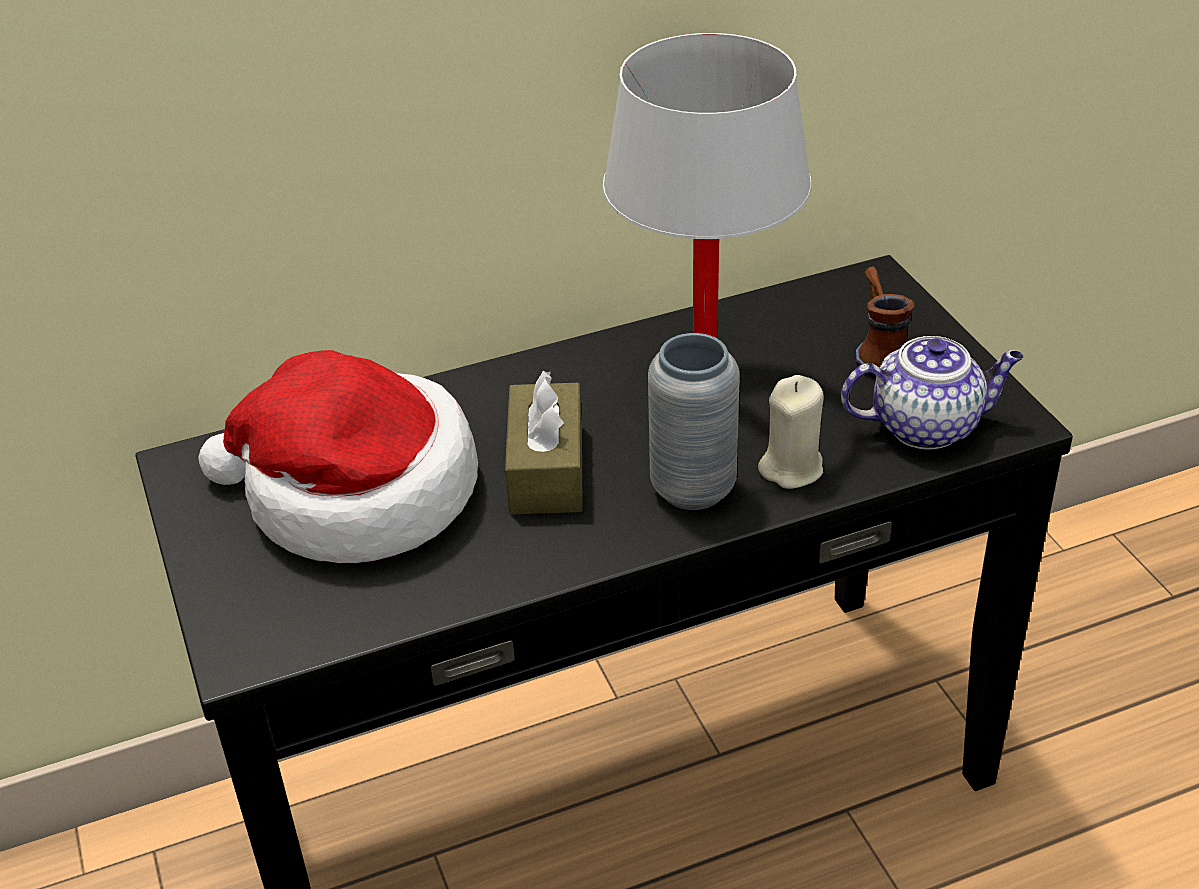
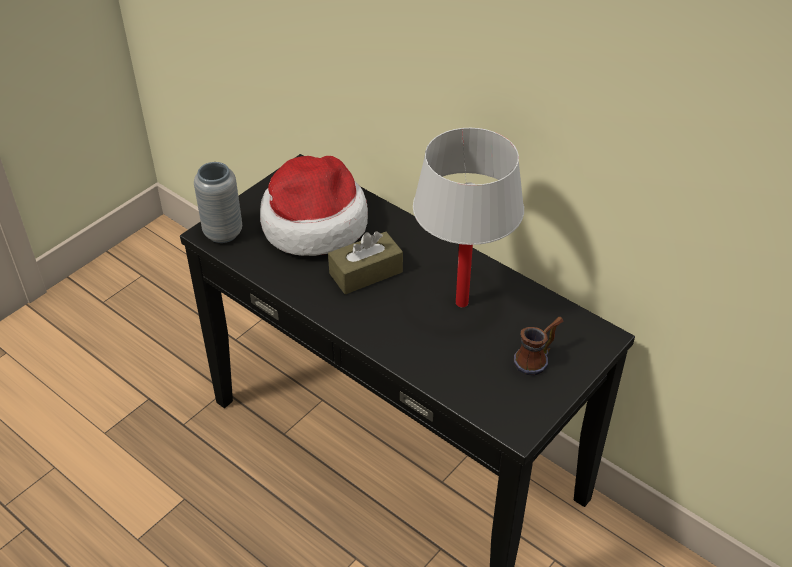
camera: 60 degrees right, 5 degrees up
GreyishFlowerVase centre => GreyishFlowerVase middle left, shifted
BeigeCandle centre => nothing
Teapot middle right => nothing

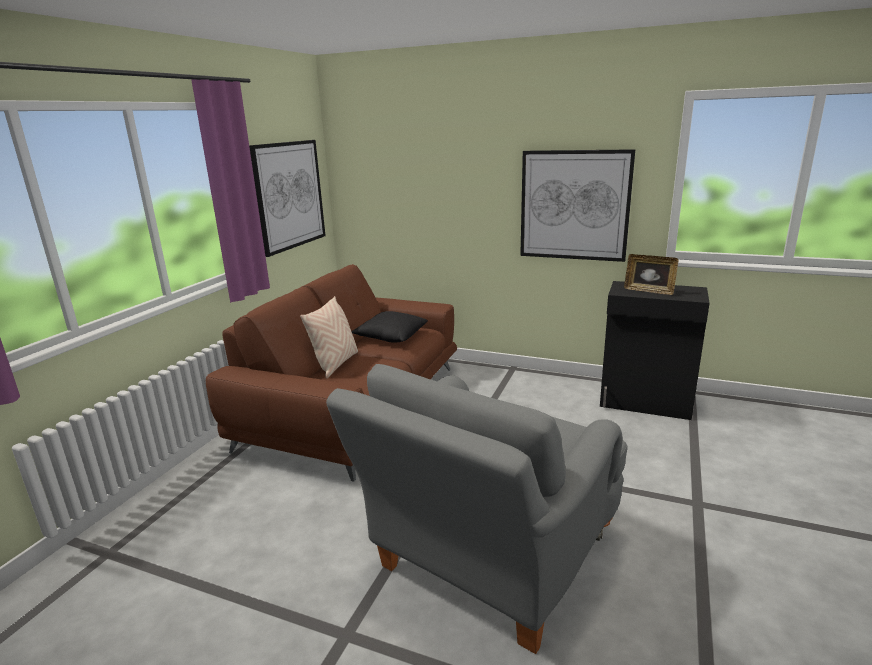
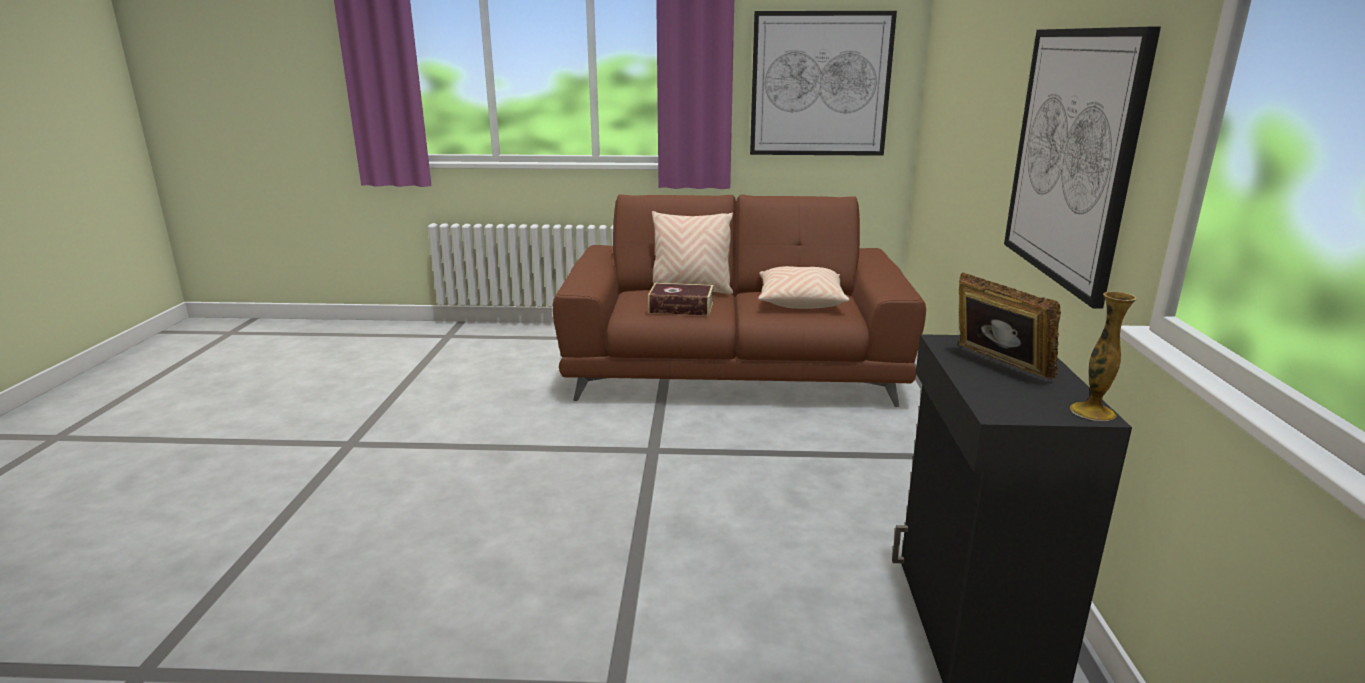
camera: 70 degrees right, 0 degrees up
nothing => Book centre
BlackColouredThrowPillow centre => BeigeThrowPillow (no. 2 from left) centre
PictureFrame middle right, 135 degrees clockwise
nothing => FlowerVase middle right
GreyishArmchair bottom centre => nothing

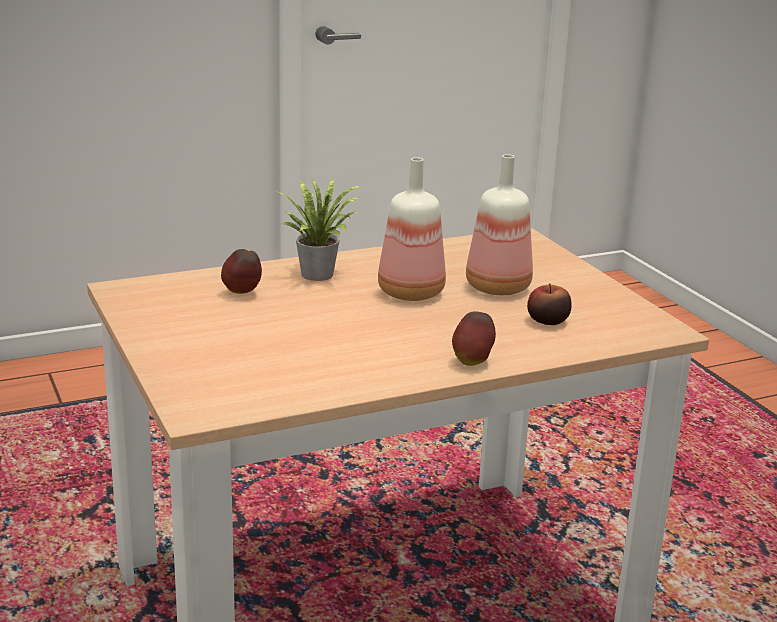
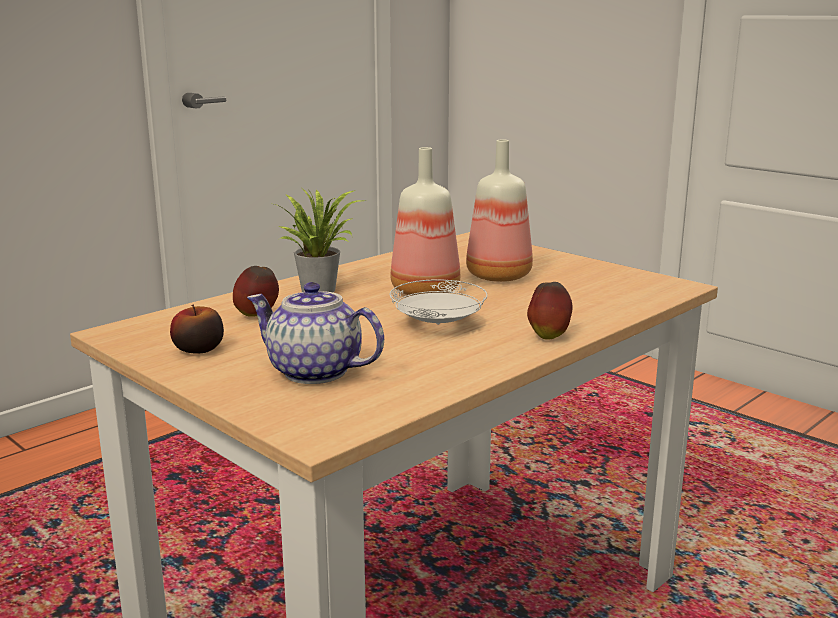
camera: 20 degrees left, 5 degrees down
Apple (no. 3 from left in the first image) middle right => Apple (no. 1 from left) middle left, shifted
nothing => Teapot centre
nothing => WhitishDinnerPlate centre

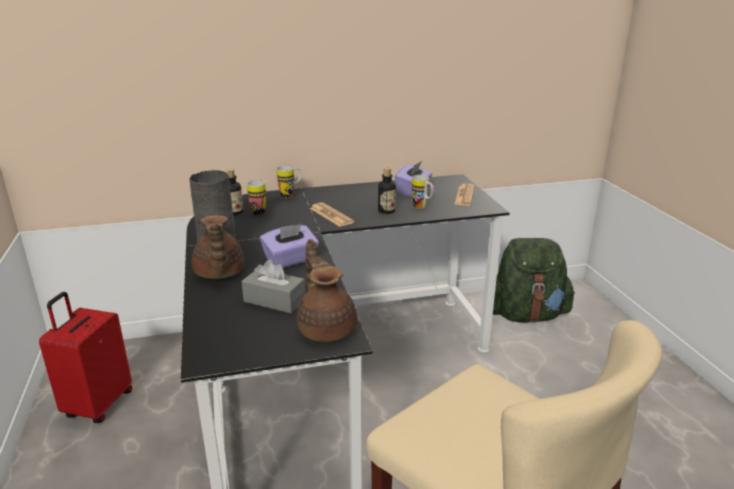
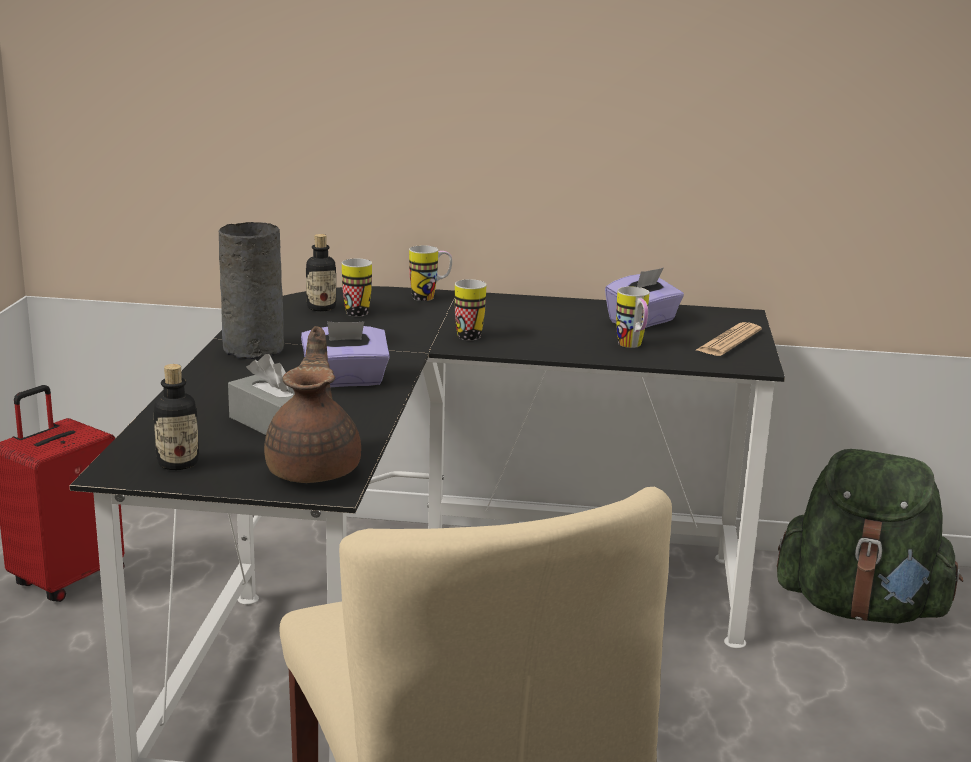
camera: 20 degrees right, 5 degrees down
DrinkBottle (no. 2 from left in the first image) centre => DrinkBottle (no. 1 from left) middle left, shifted
Newspaper (no. 1 from left) centre => CoffeeMug (no. 3 from left) centre
BrownColouredTeapot (no. 1 from left) middle left => nothing

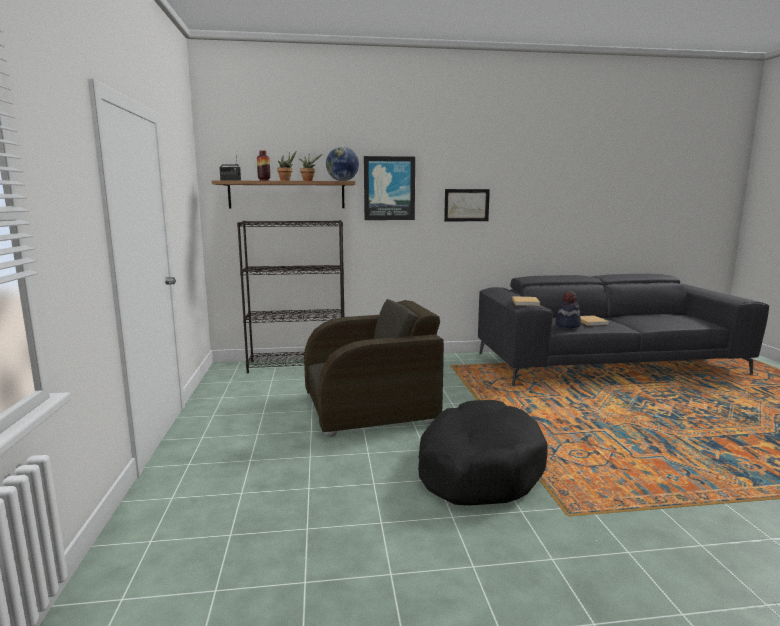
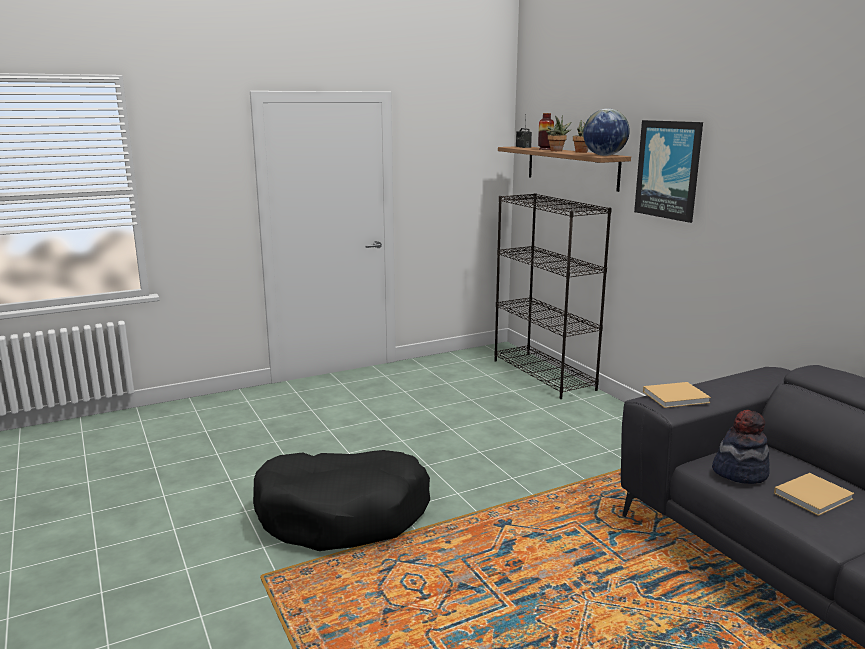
camera: 70 degrees right, 5 degrees up
BrownColouredArmchair centre => nothing
WallArt (no. 2 from left) top centre => nothing

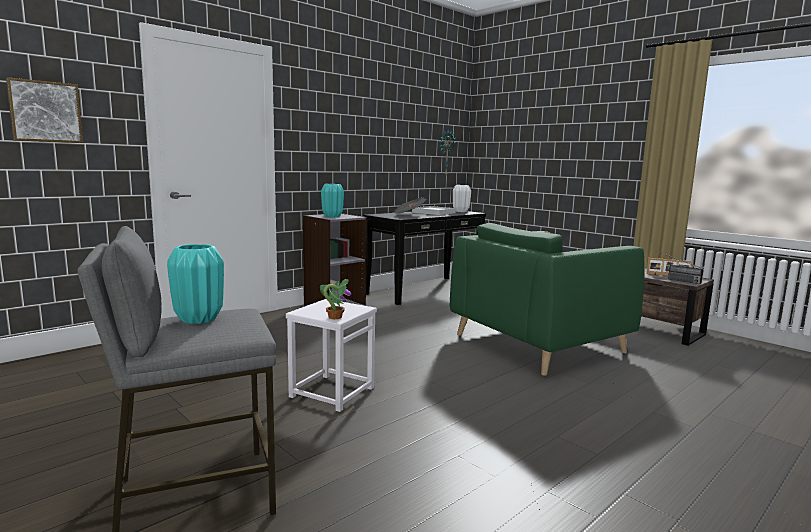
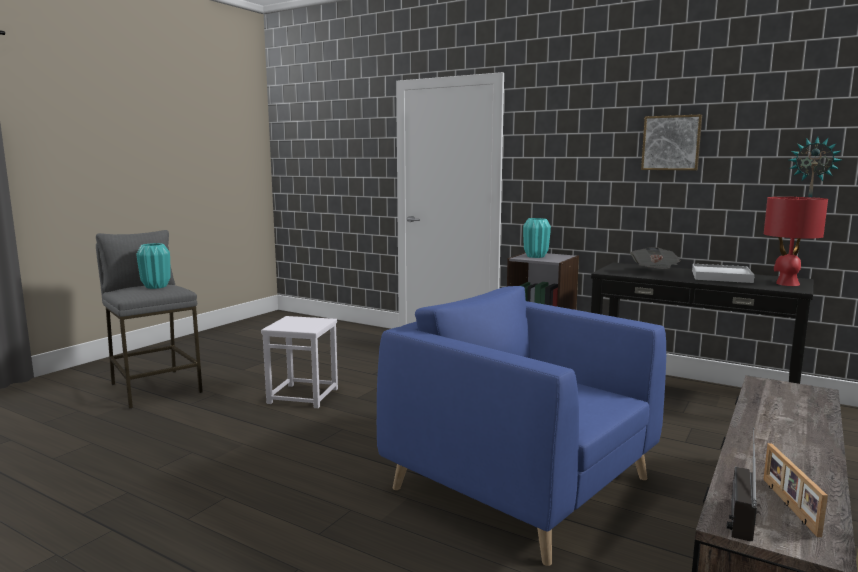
camera: 75 degrees right, 0 degrees up
GreenColouredArmchair middle right => BlueArmchair bottom centre
WallArt top left => WallArt top right, shifted
WhitishFlowerVase centre => RedColouredTabletopLamp middle right
PottedPlant centre => nothing

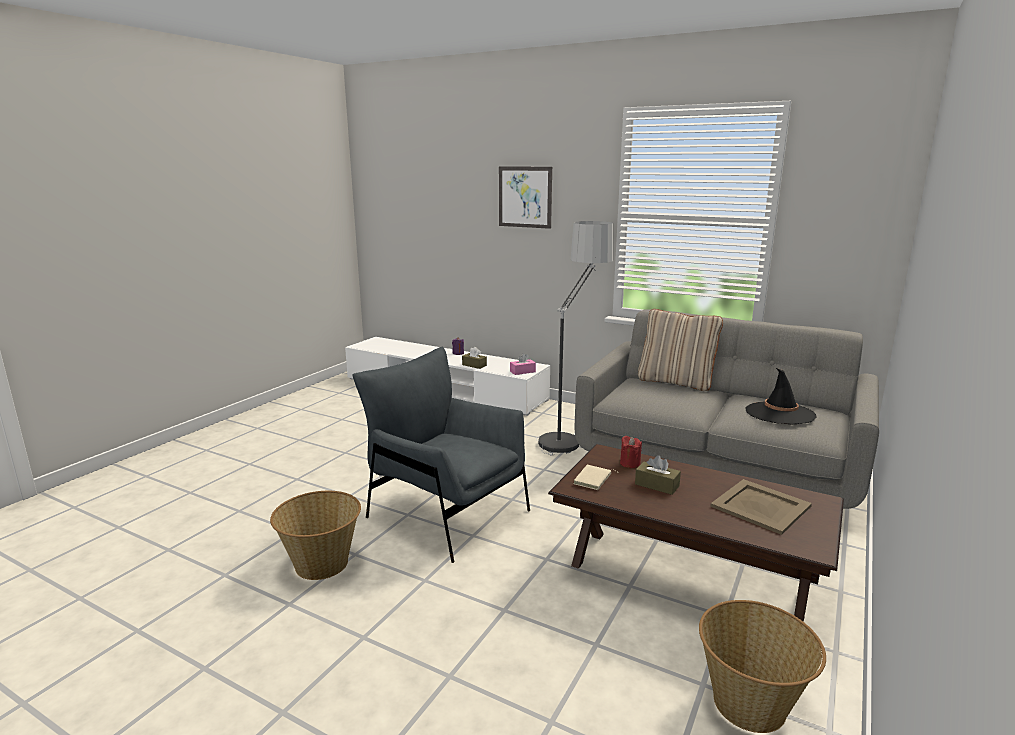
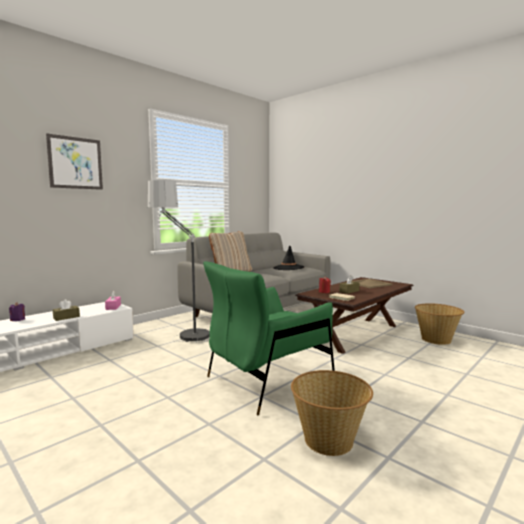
camera: 75 degrees left, 10 degrees down
GreyishArmchair centre => GreenColouredArmchair centre

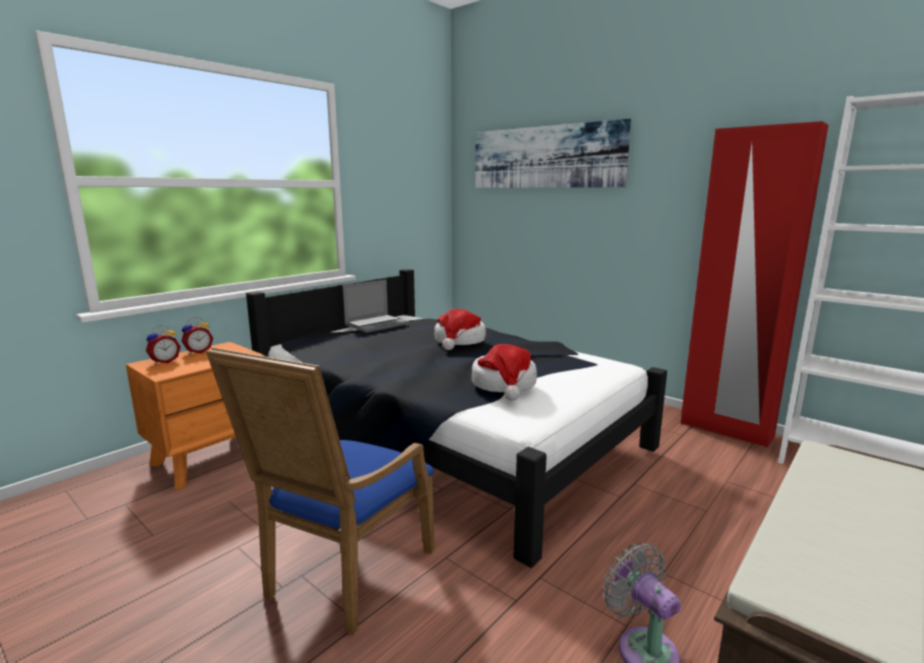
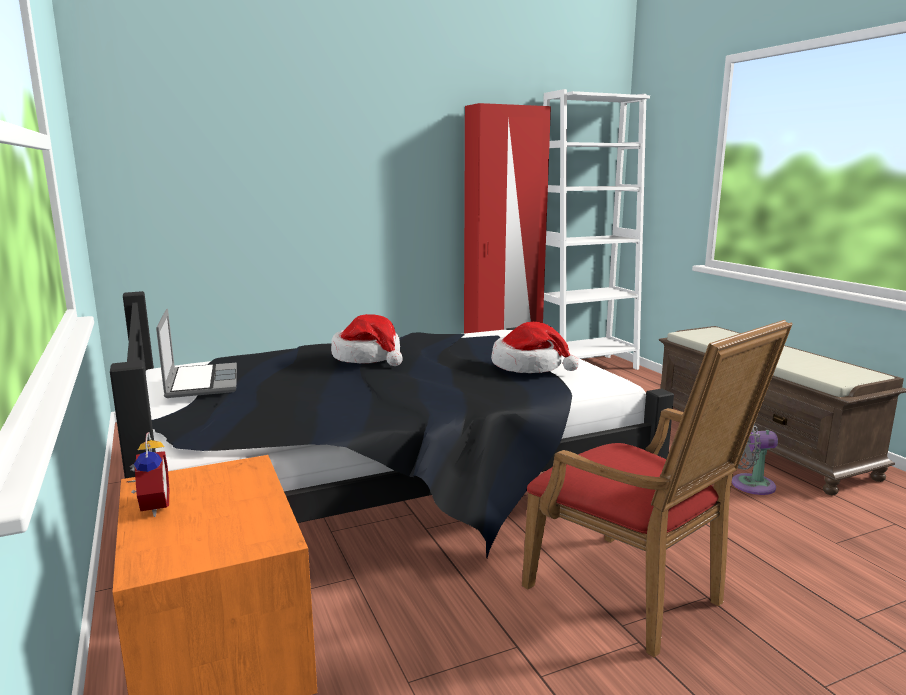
camera: 65 degrees left, 0 degrees up
BlueArmchair bottom centre => RedColouredArmchair bottom right
TableClock (no. 1 from left) middle left => nothing
WallArt top centre => nothing

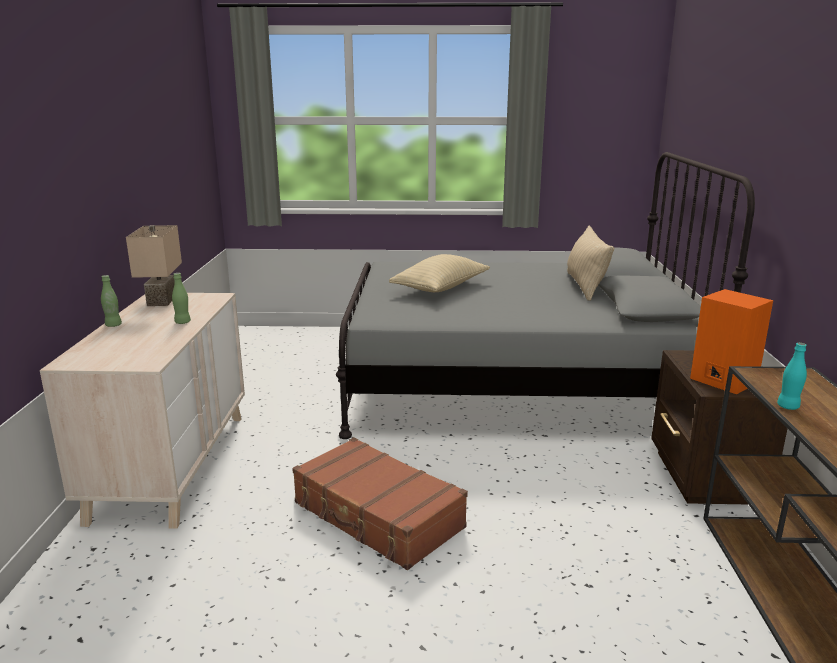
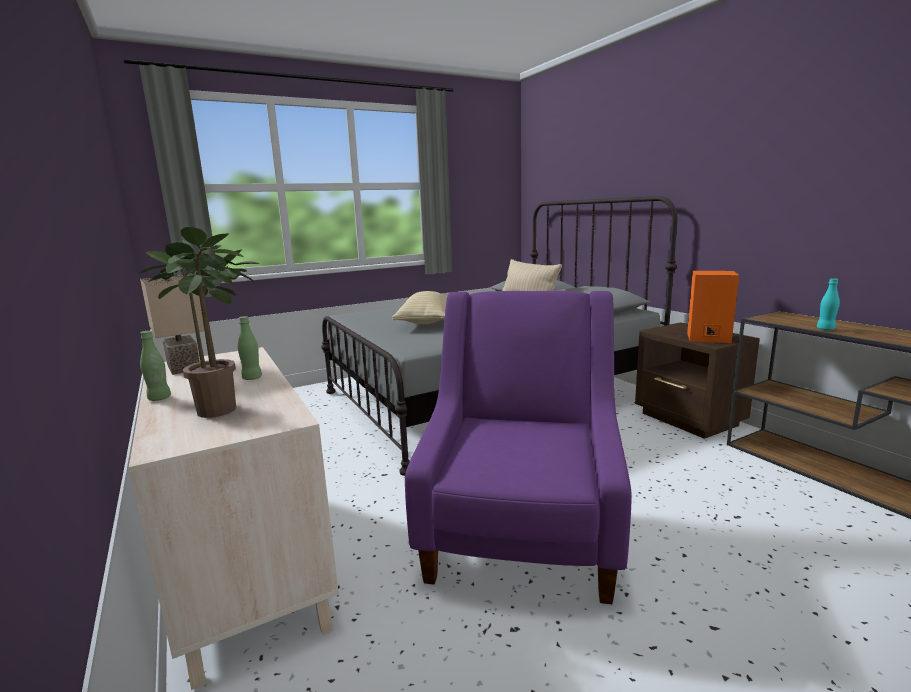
camera: 30 degrees left, 5 degrees down
nothing => PottedPlant middle left
BrownColouredSuitcase bottom centre => PurpleColouredArmchair centre

